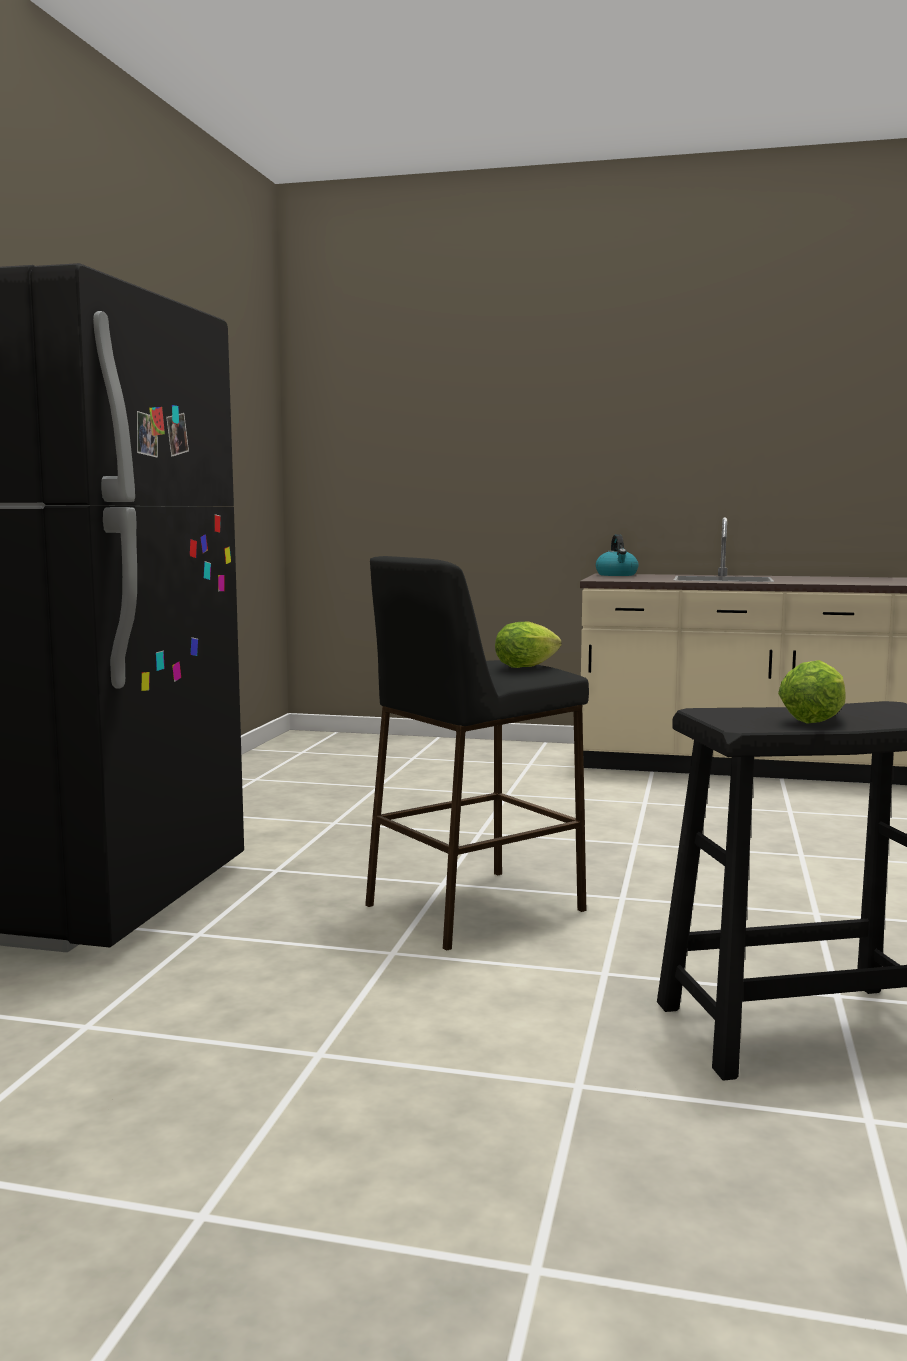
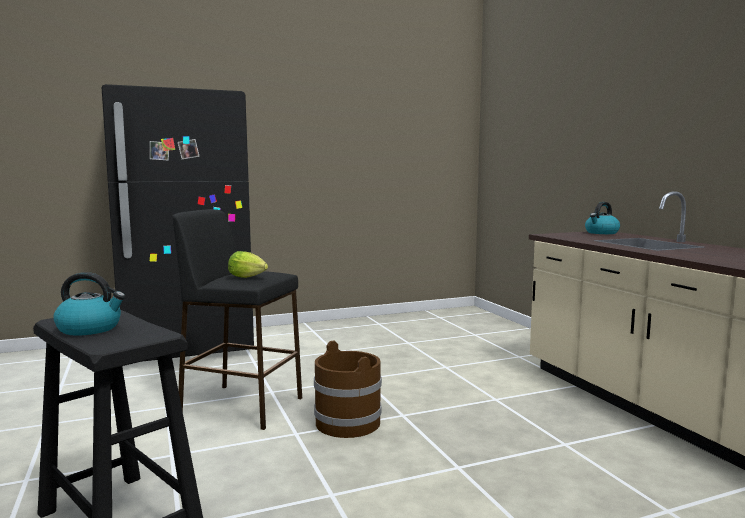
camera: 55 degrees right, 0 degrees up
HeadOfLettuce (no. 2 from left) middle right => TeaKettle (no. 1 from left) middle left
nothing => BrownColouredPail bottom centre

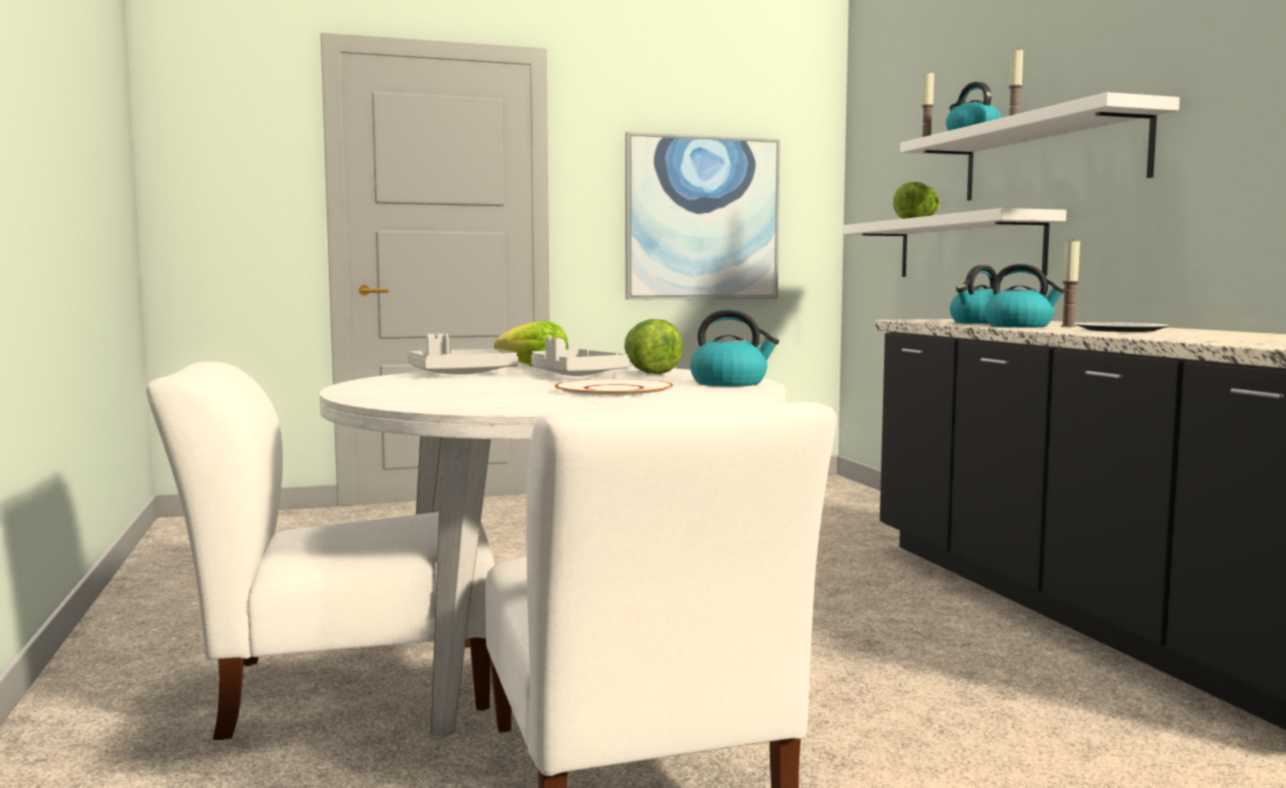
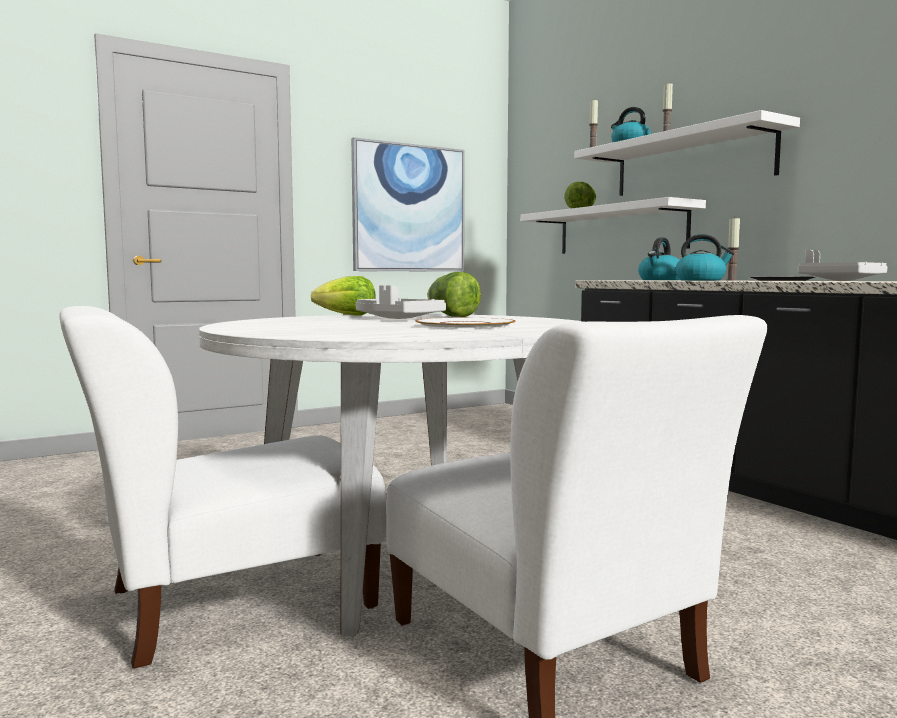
camera: 15 degrees left, 0 degrees up
GreyishServingTray (no. 1 from left in the first image) centre => GreyishServingTray (no. 2 from left) middle right, shifted
TeaKettle (no. 1 from left) centre => nothing

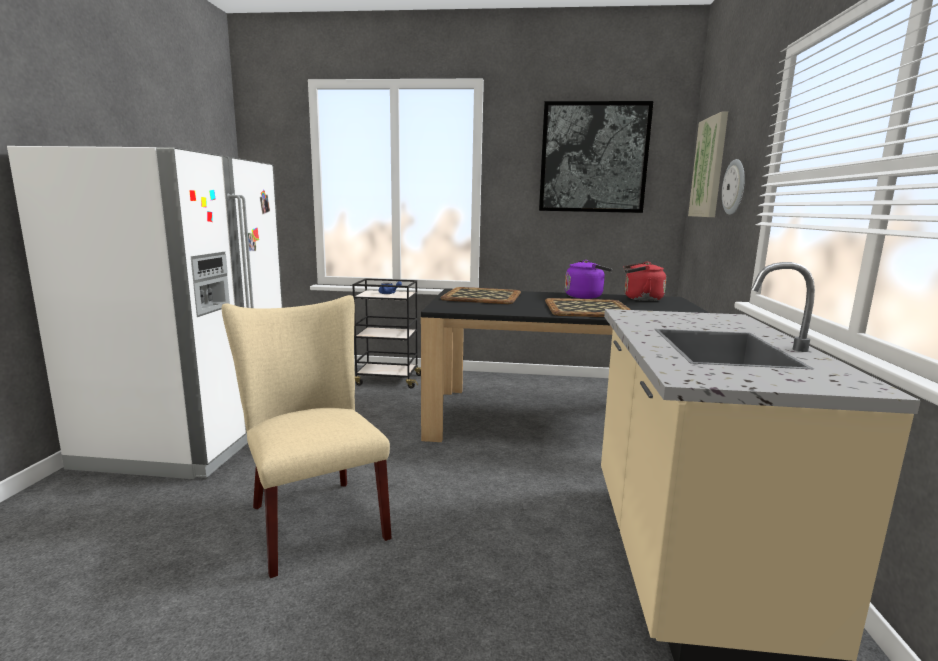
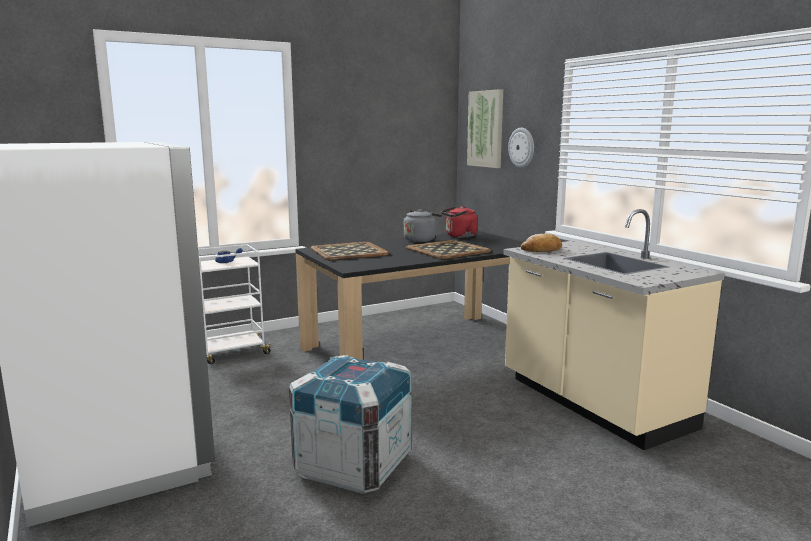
camera: 35 degrees left, 0 degrees up
BlackColouredWheeledCart centre => WhitishWheeledCart middle left
BeigeUprightChair middle left => ShippingCrate bottom centre
PurpleColouredTeaKettle centre => GreyishTeaKettle centre
nothing => BakedBread middle right
WallArt (no. 1 from left) top centre => nothing

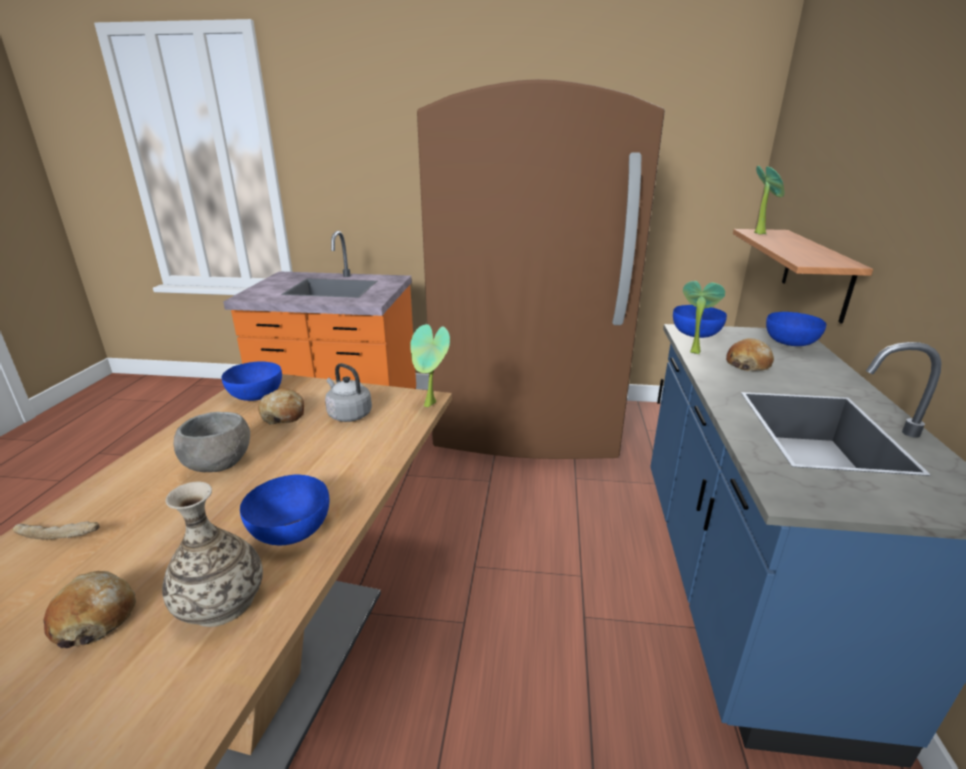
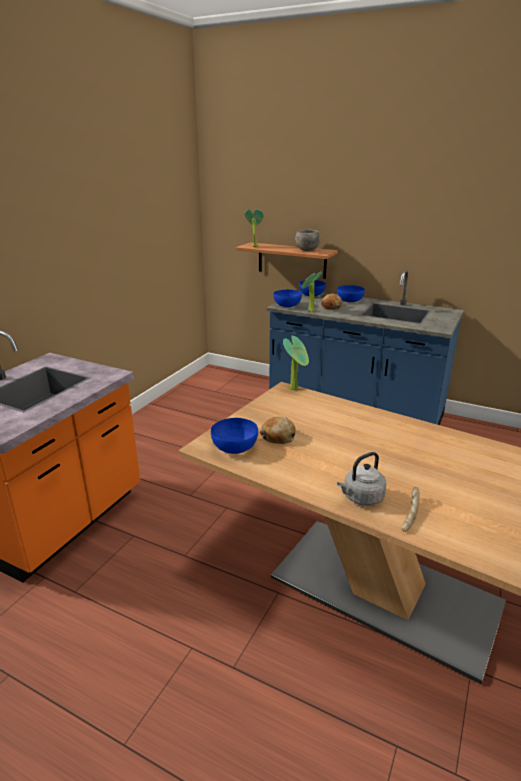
camera: 70 degrees left, 0 degrees up
GreyishDeepDish middle left => GreyishDeepDish top centre, shifted
BlueDeepDish (no. 2 from left in the first image) middle left => BlueDeepDish (no. 4 from left) middle right, shifted
GreyishTeaKettle centre => GreyishTeaKettle middle right, shifted
BakedBread (no. 2 from left) bottom left => nothing
FlowerVase bottom left => nothing
BrownColouredRefrigerator centre => nothing

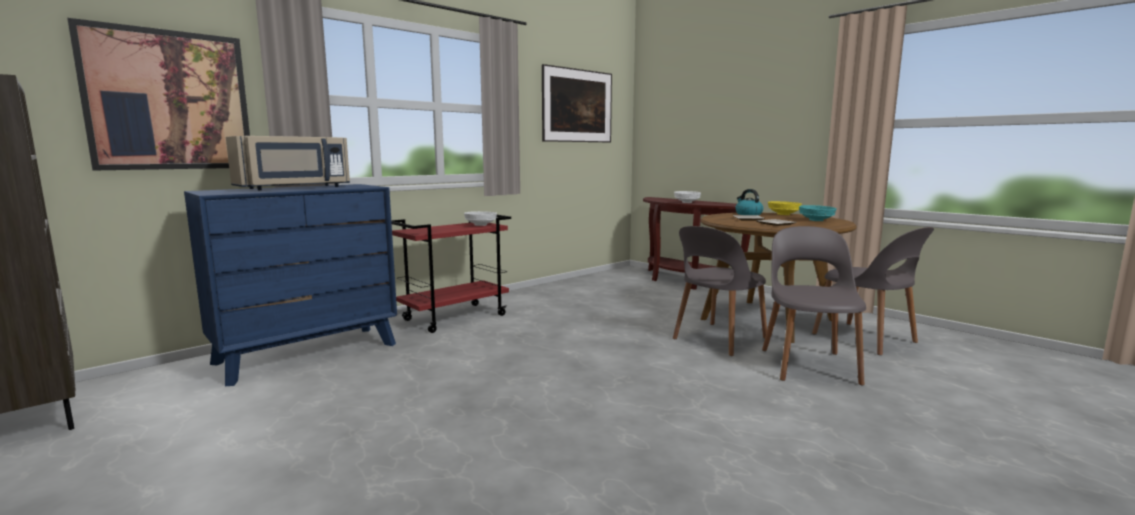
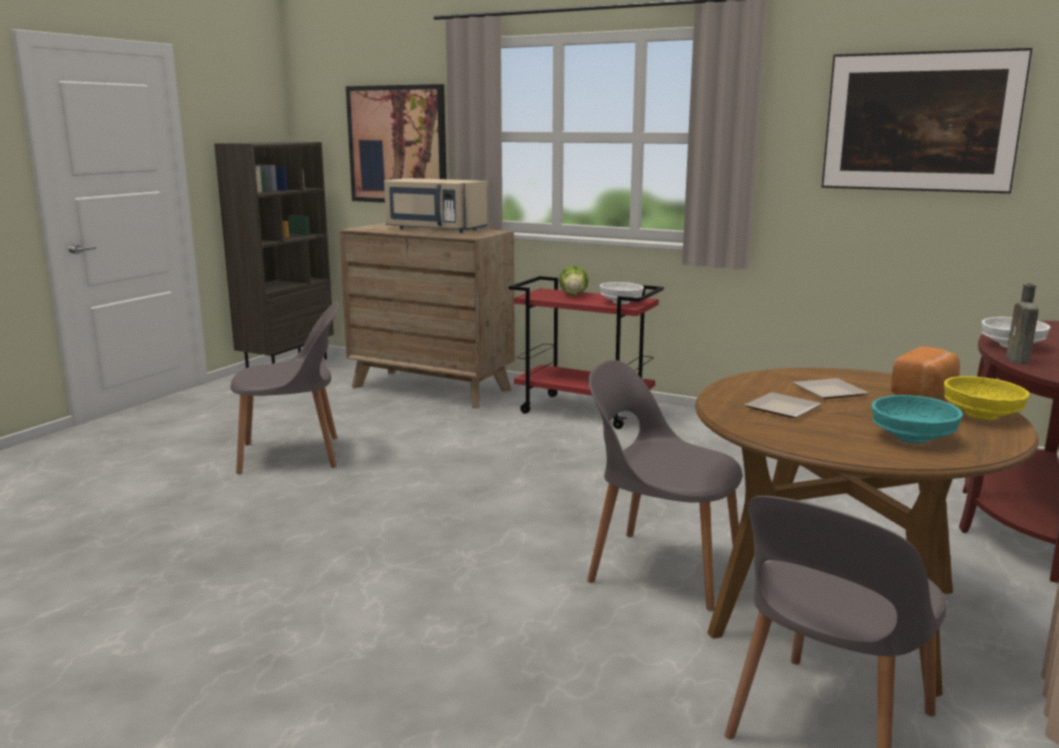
camera: 70 degrees right, 5 degrees up
GreyishUprightChair (no. 2 from left in the first image) middle right => GreyishUprightChair (no. 1 from left) middle left, shifted
BlueDresser middle left => BrownColouredDresser centre
nothing => HeadOfLettuce centre
TeaKettle centre => BakedBread middle right
nothing => BrownColouredDrinkBottle middle right

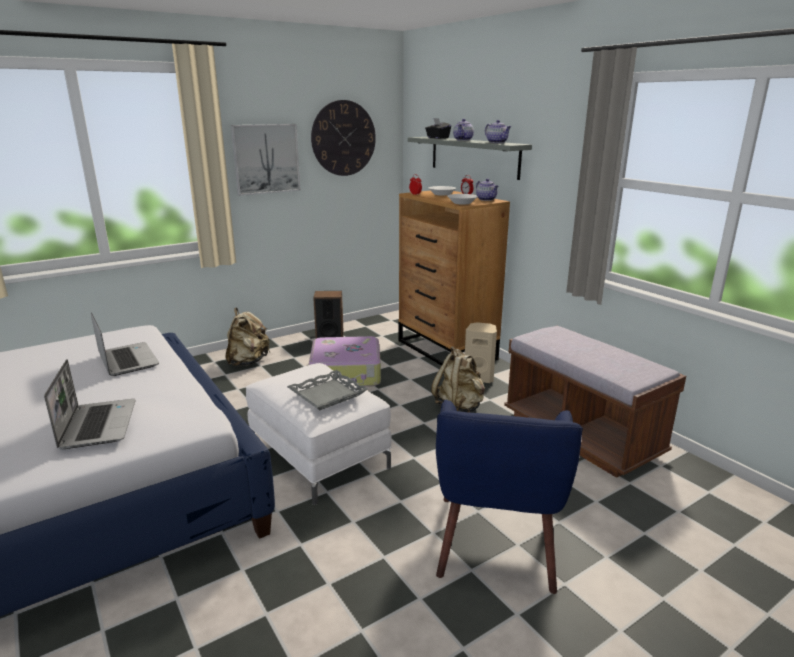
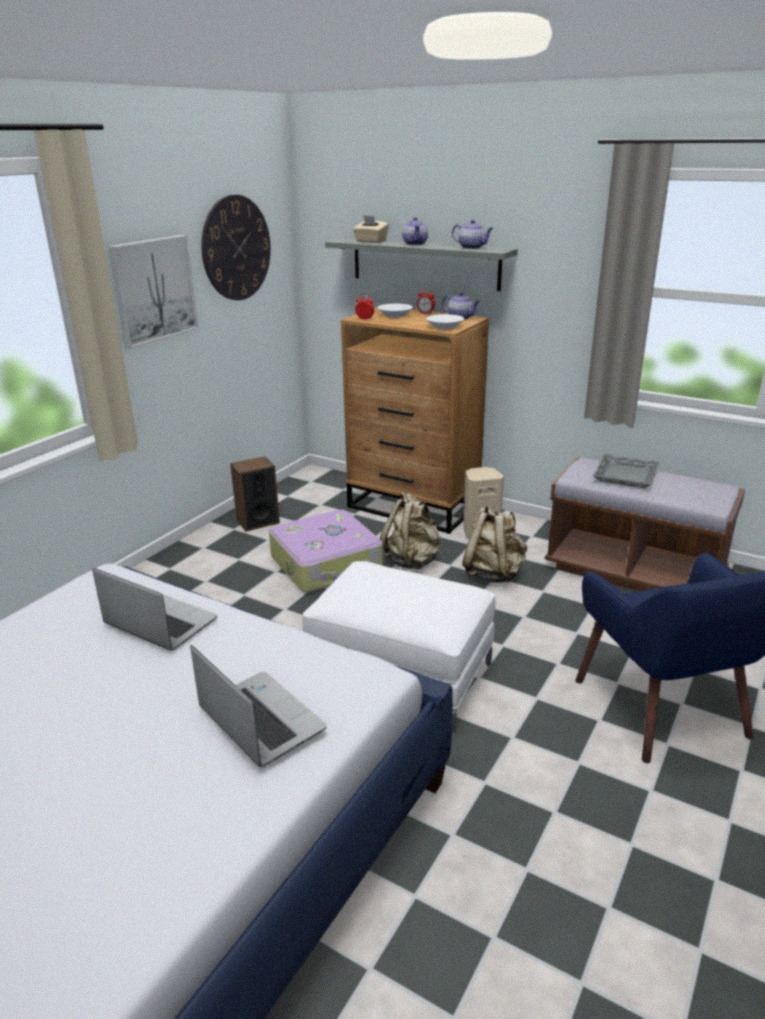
camera: 25 degrees left, 5 degrees up
BlackColouredBoxOfTissues top centre => BeigeBoxOfTissues top centre
BeigeKnapsack (no. 1 from left) middle left => BeigeKnapsack (no. 1 from left) centre, shifted
GreyishServingTray centre => GreyishServingTray middle right, shifted

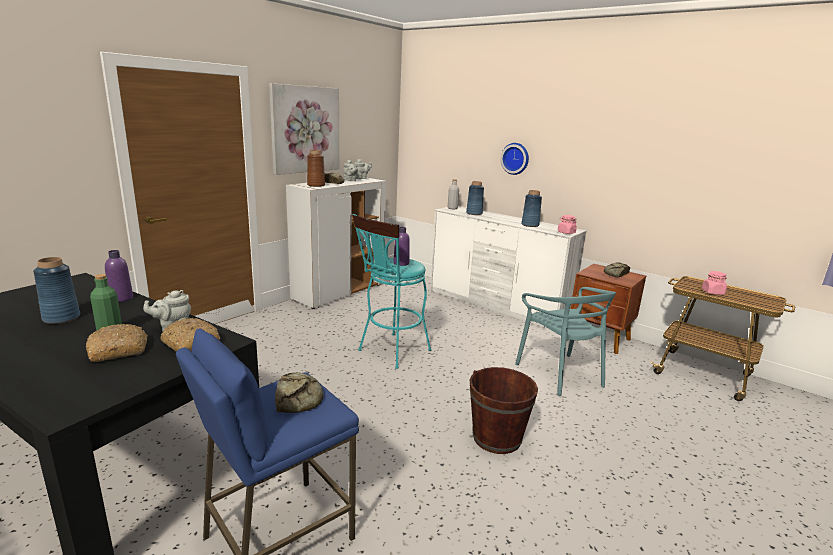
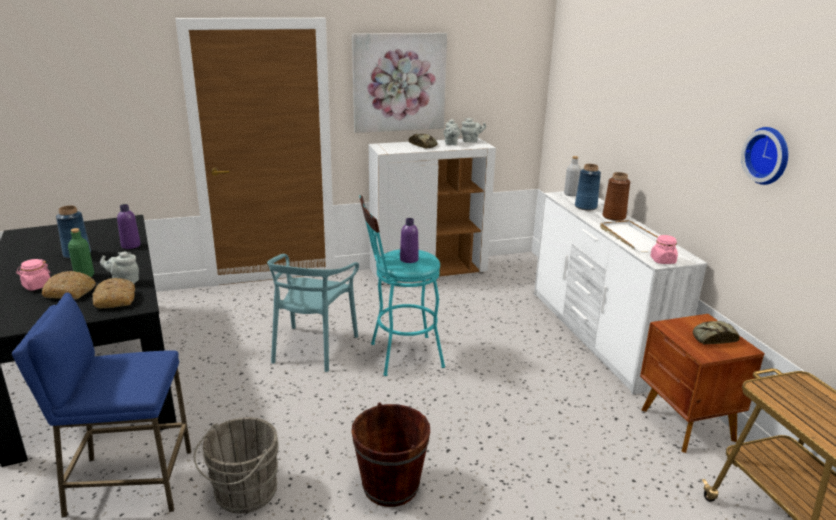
camera: 35 degrees right, 5 degrees up
PinkJar (no. 2 from left in the first image) middle right => PinkJar (no. 1 from left) middle left, shifted
nothing => GreyishPail bottom left
TurquoiseUprightChair middle right => TurquoiseUprightChair centre, shifted
BlueFlowerVase (no. 3 from left) centre => WhitishServingTray middle right
BrownColouredFlowerVase top centre => BrownColouredFlowerVase middle right, shifted
ClockOnTheWall top centre => ClockOnTheWall top right, shifted
BakedBread (no. 3 from left) bottom centre => nothing

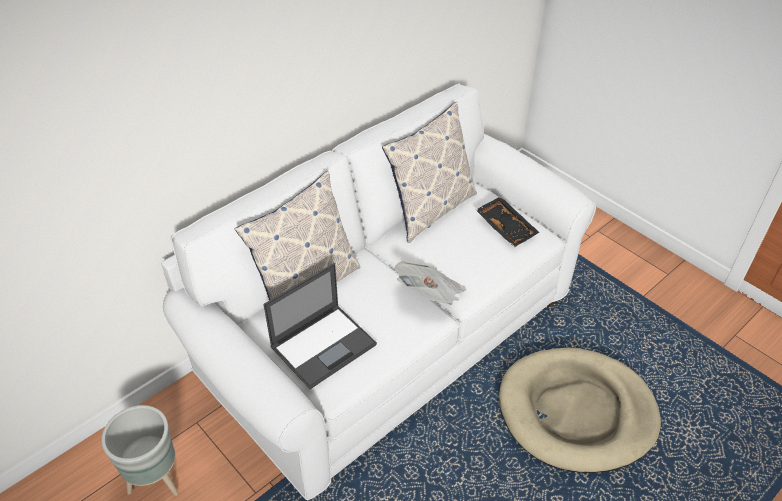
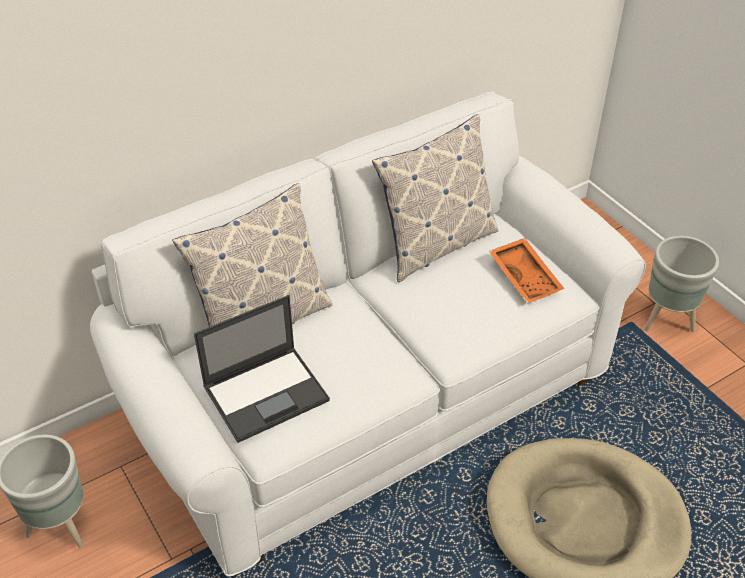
camera: 10 degrees right, 0 degrees up
BlackColouredServingTray centre => OrangeServingTray middle right
nothing => GreyishPlantPot (no. 2 from left) middle right
Newspaper centre => nothing

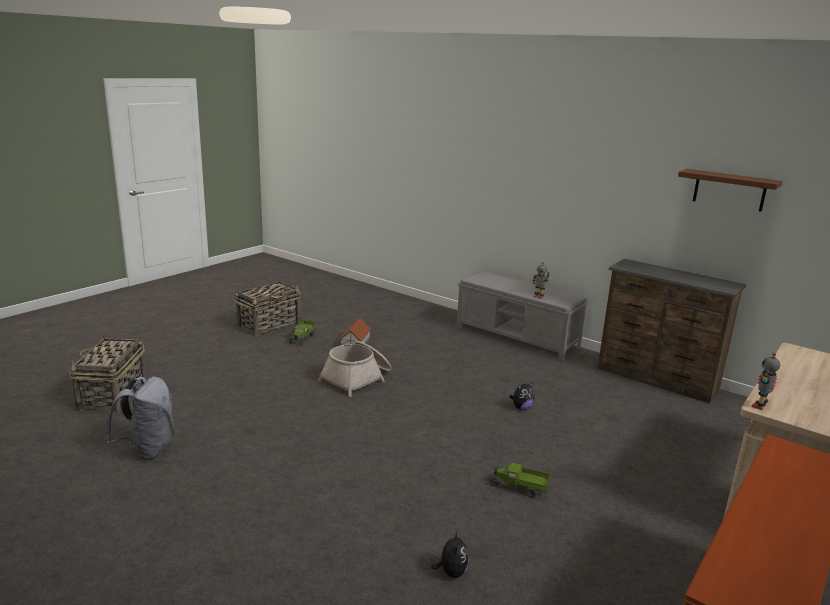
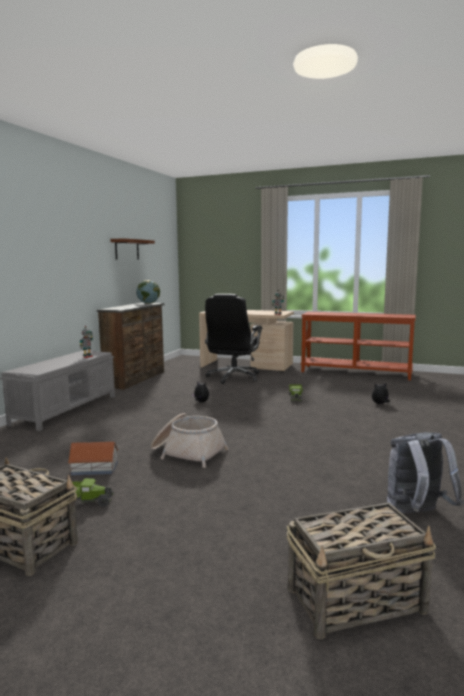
camera: 105 degrees left, 10 degrees down
nothing => Globe middle left
nothing => BlackColouredOfficeChair centre

